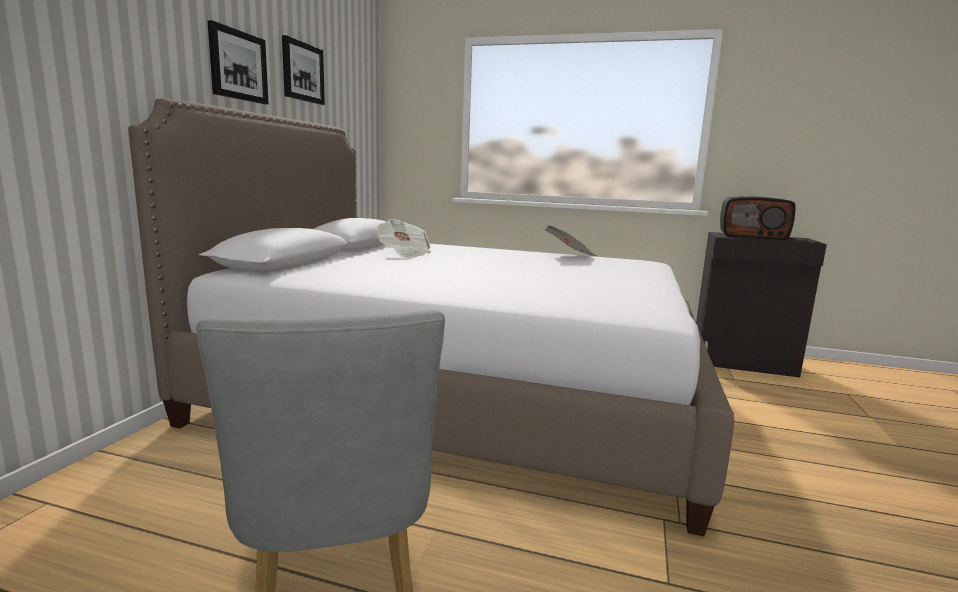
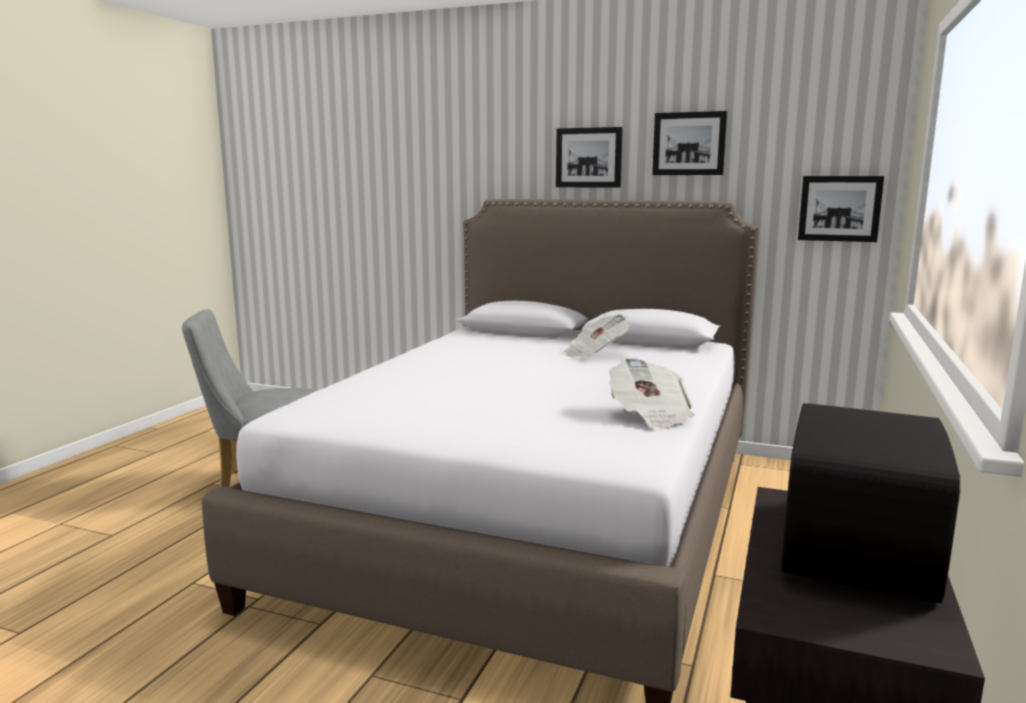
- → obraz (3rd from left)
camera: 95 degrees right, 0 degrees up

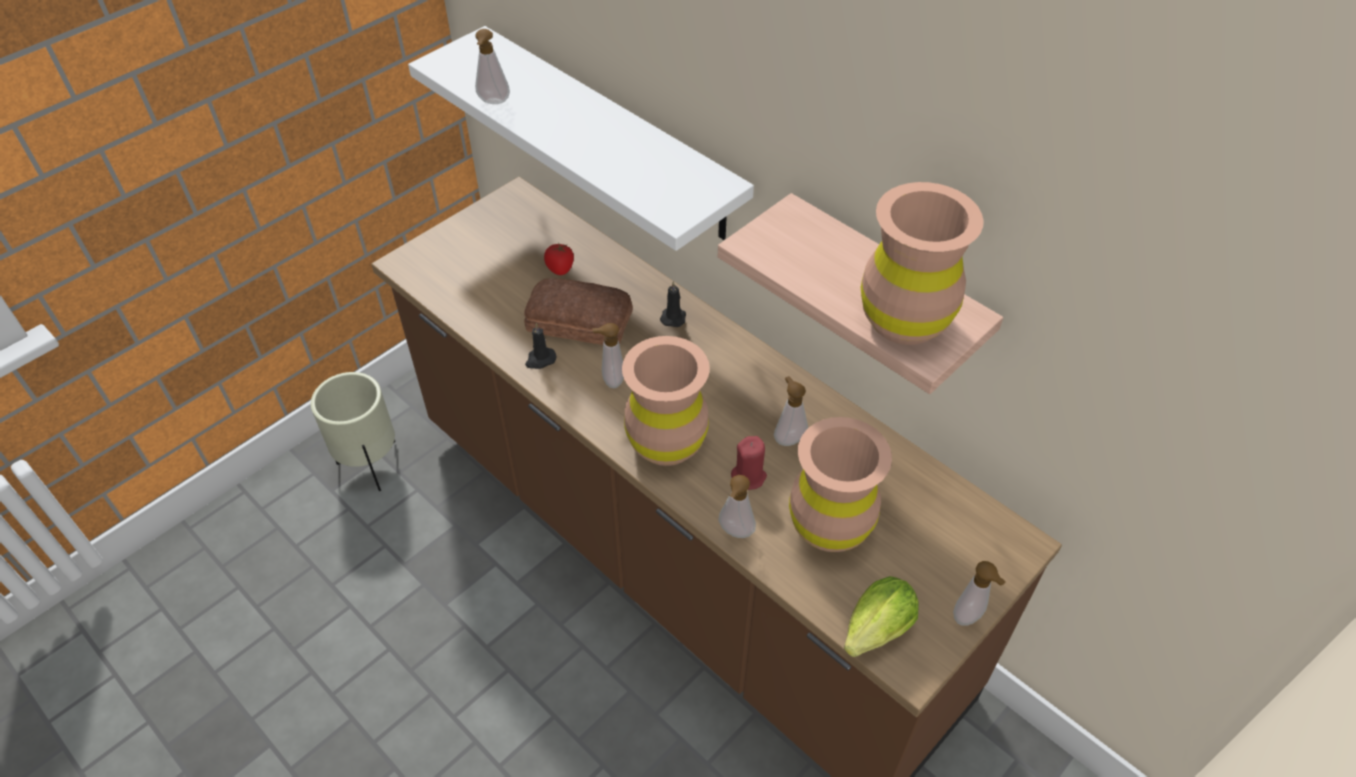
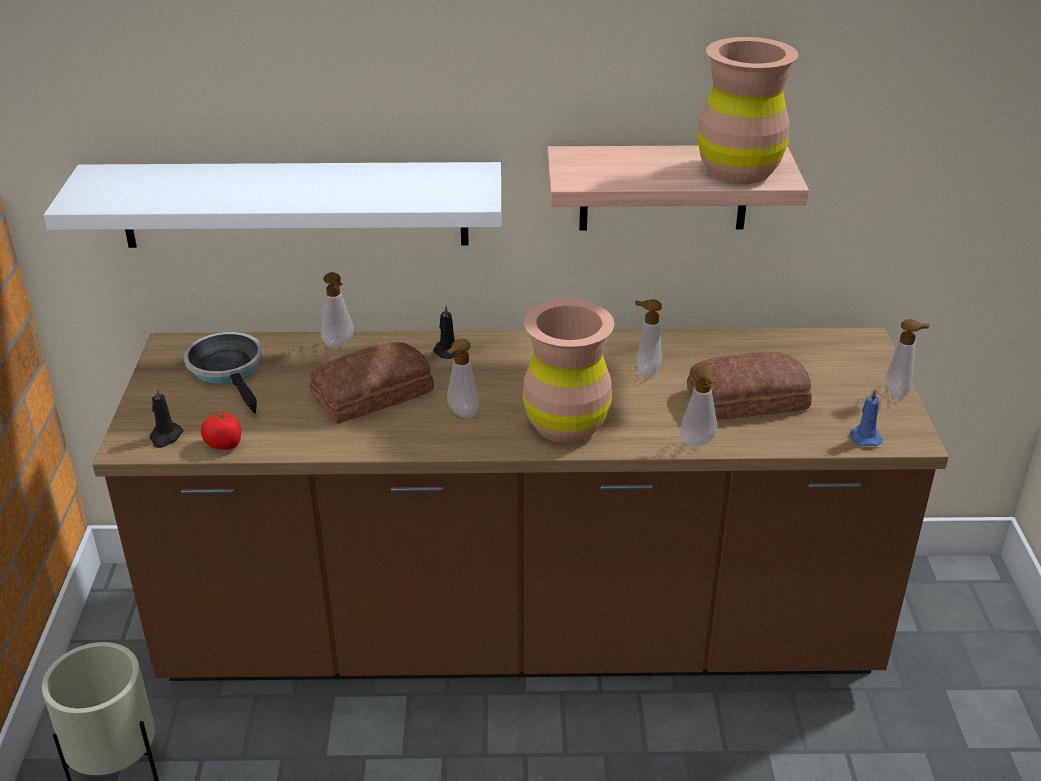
świeca/czerwony → -
- → patelnia
dozownik mydła (1st from left), move
świeca/czarny (1st from left), move
pomidor, move
wazon/brązowy (2nd from left) → chleb (2nd from left)
sałata → świeca/niebieski
camera: 45 degrees left, 15 degrees down

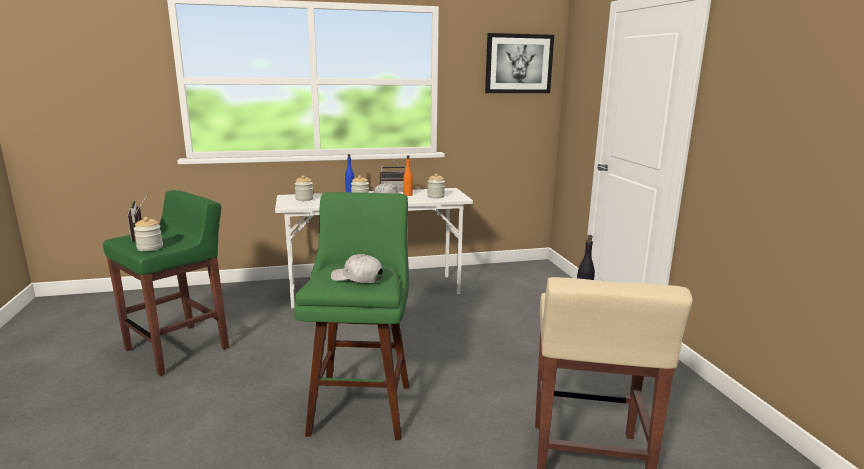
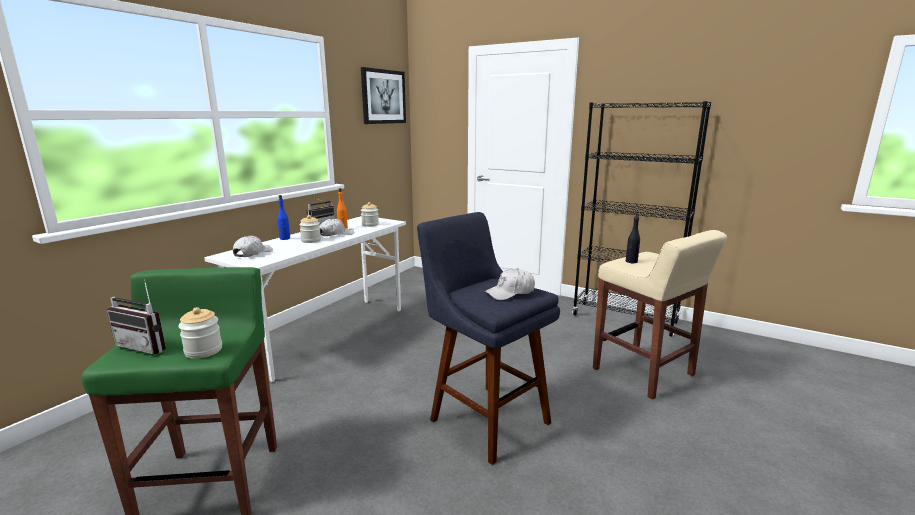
- → regał/czarny
słoik (2nd from left) → czapka z daszkiem/biały (1st from left)
stołek/zielony (2nd from left) → stołek/niebieski
camera: 45 degrees left, 0 degrees up

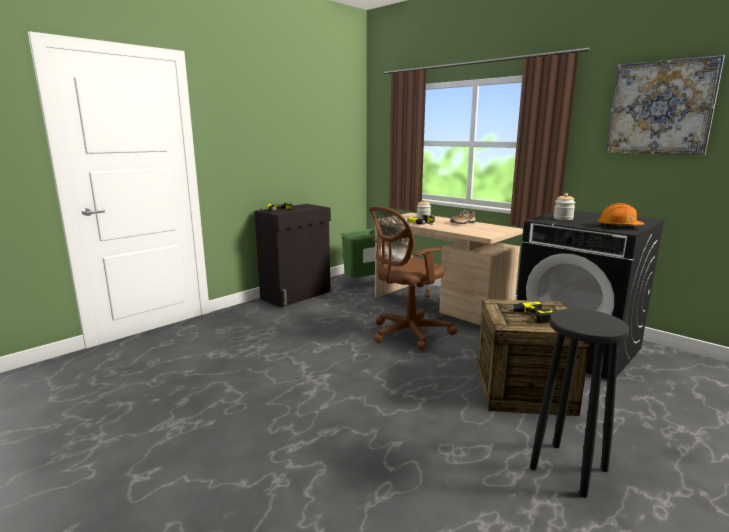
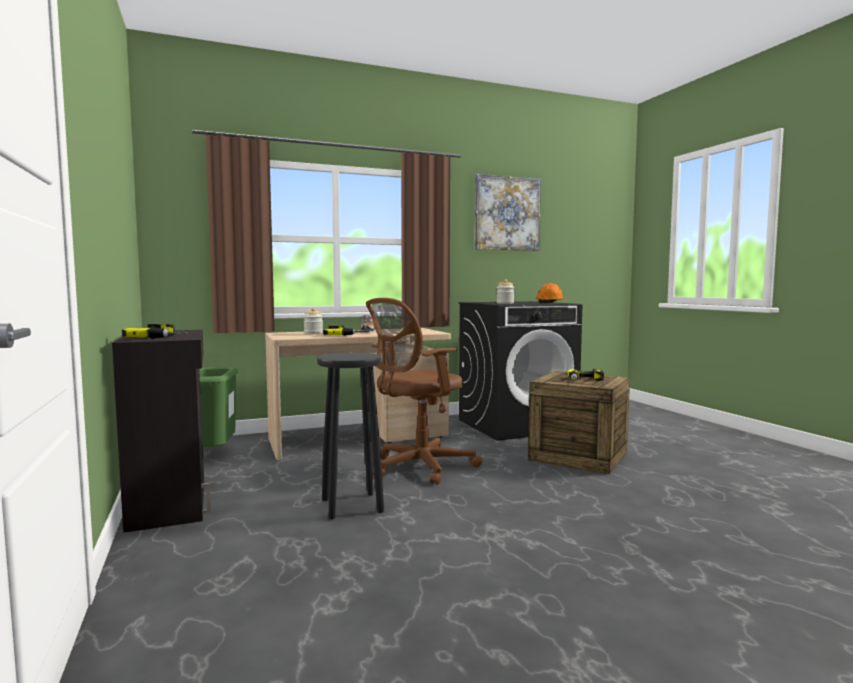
stołek/czarny, move
krzesło biurowe/brązowy, 60 degrees clockwise
camera: 65 degrees left, 10 degrees down

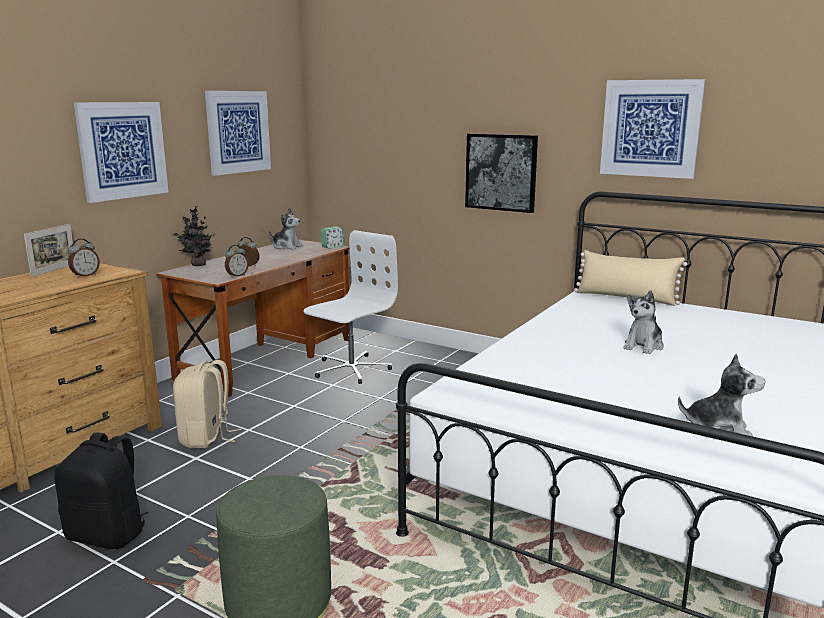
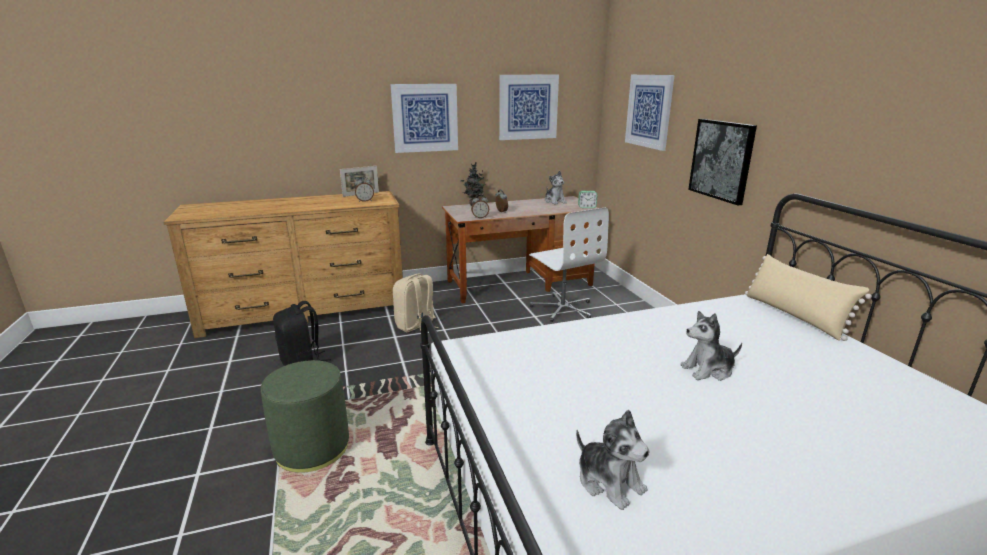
obraz (4th from left in the first image) → obraz (3rd from left), move
krzesło biurowe/biały, 75 degrees clockwise
camera: 40 degrees right, 5 degrees up

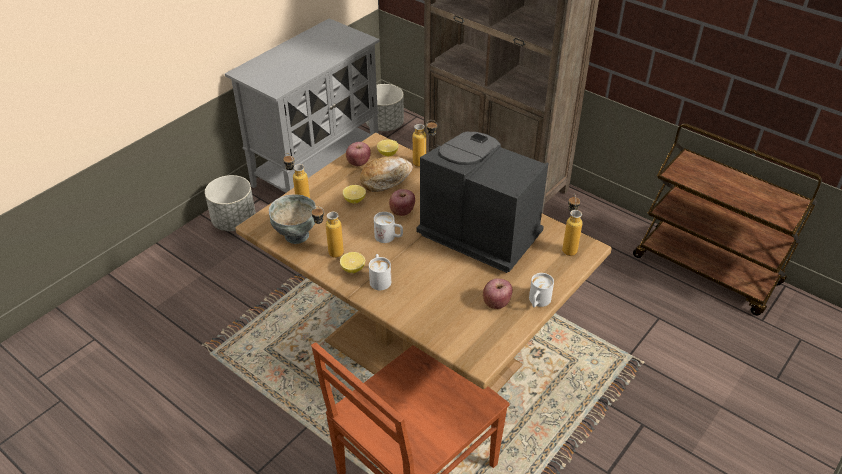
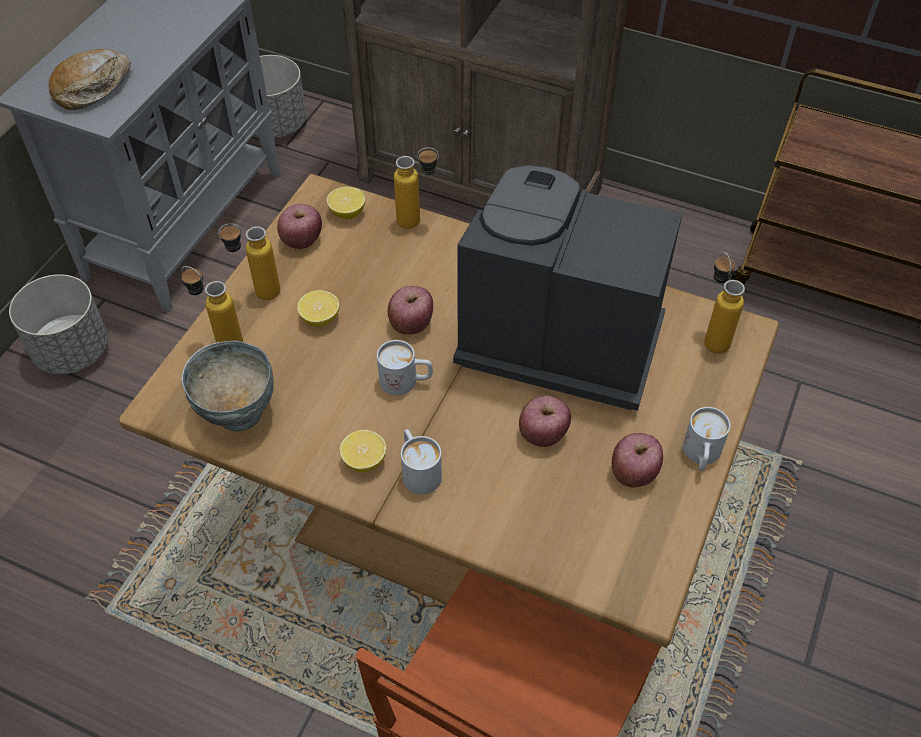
- → jabłko (3rd from left)
butelka (2nd from left), move
chleb, move
camera: 15 degrees left, 10 degrees up

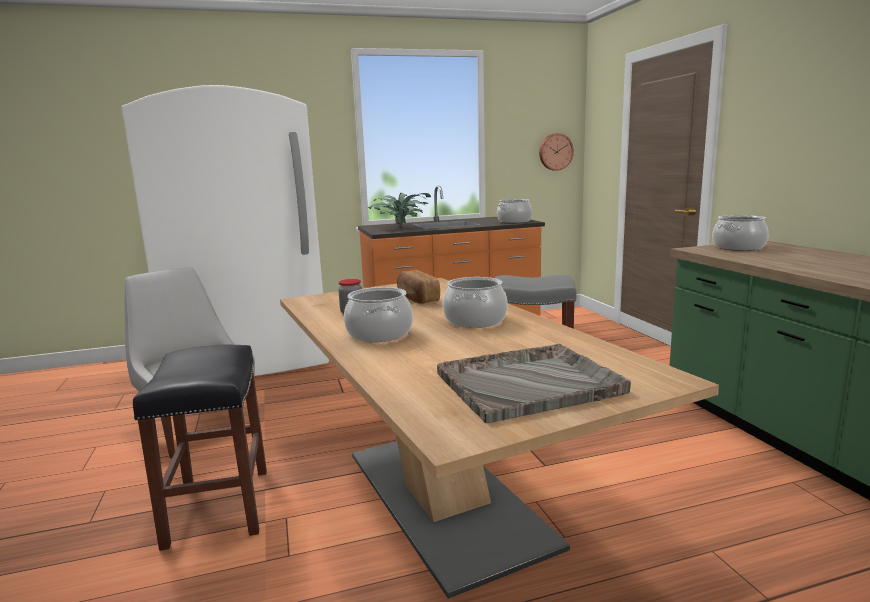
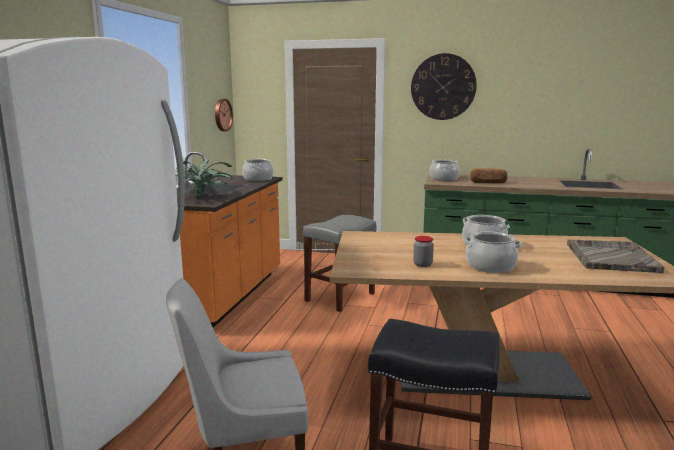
- → zegar ścienny (2nd from left)
chleb, move
camera: 60 degrees left, 0 degrees up

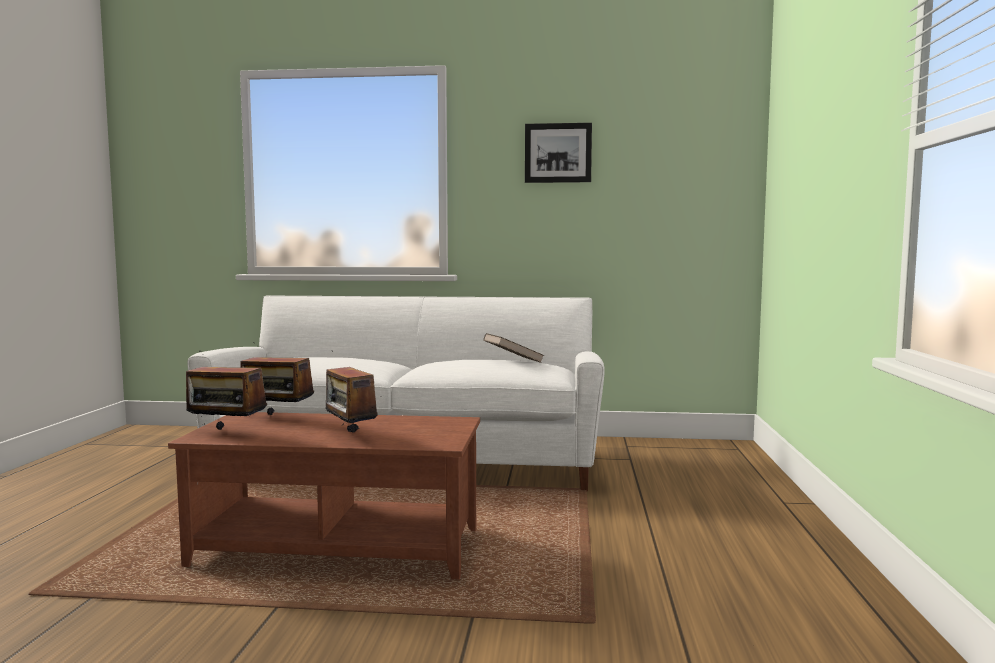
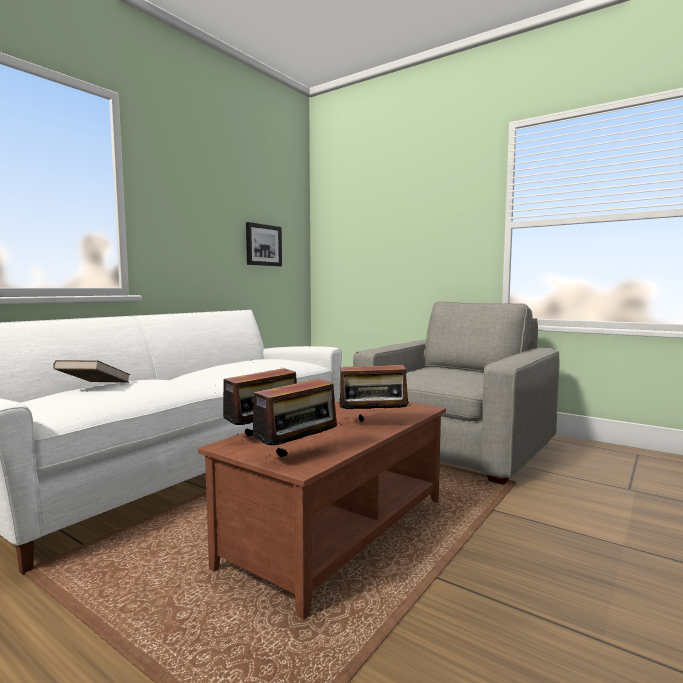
- → fotel/szary
książka/brązowy, move
obraz, move
camera: 60 degrees left, 0 degrees up

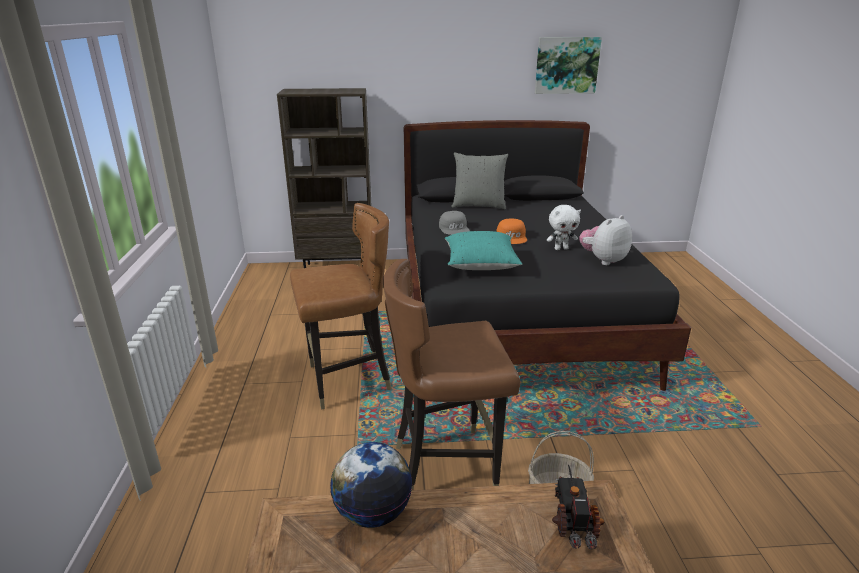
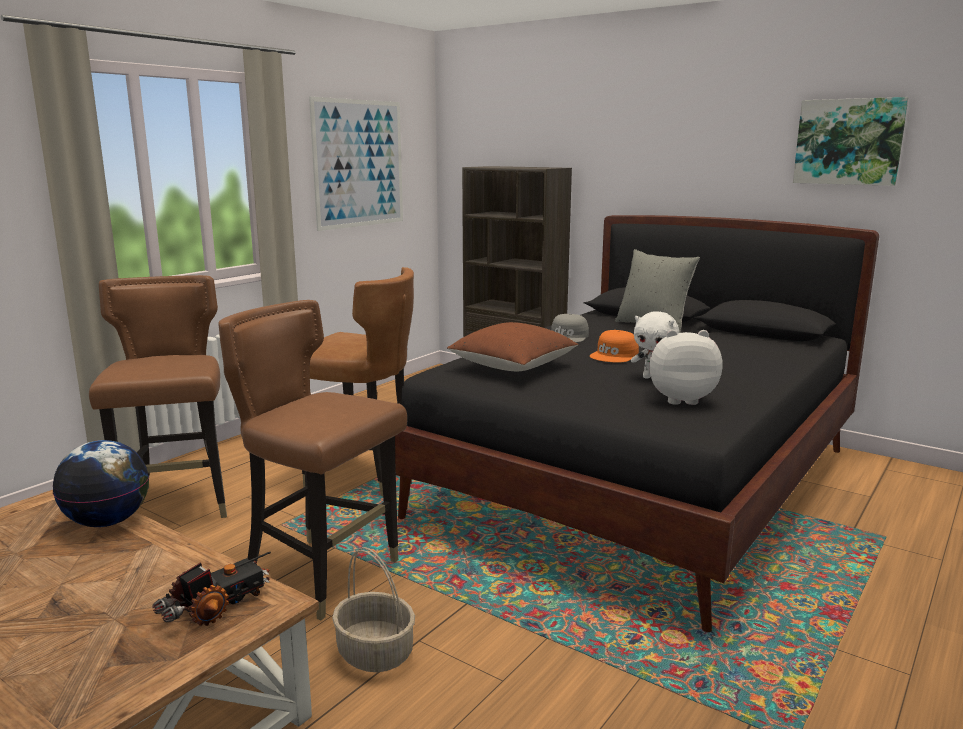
- → krzesło/brązowy (1st from left)
- → obraz (1st from left)
poduszka/turkusowy → poduszka/brązowy
camera: 40 degrees right, 10 degrees down

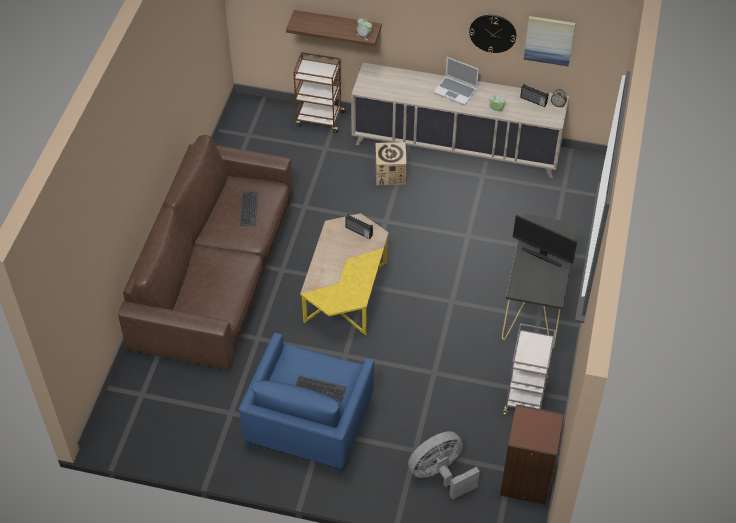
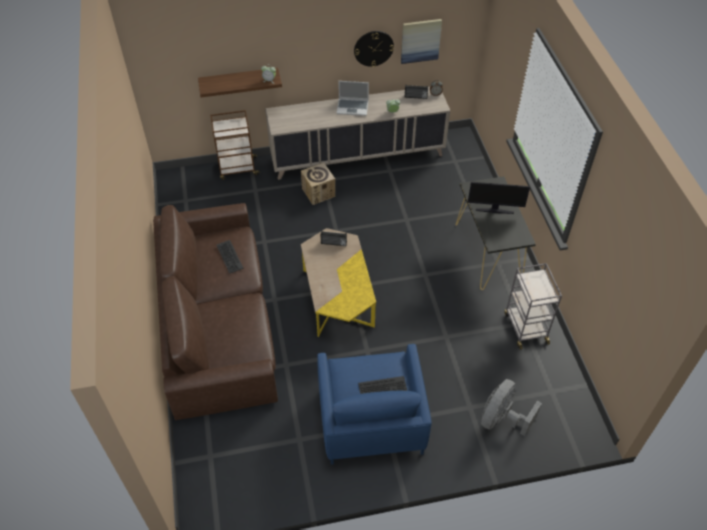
regał/brązowy → -
camera: 25 degrees left, 0 degrees up

